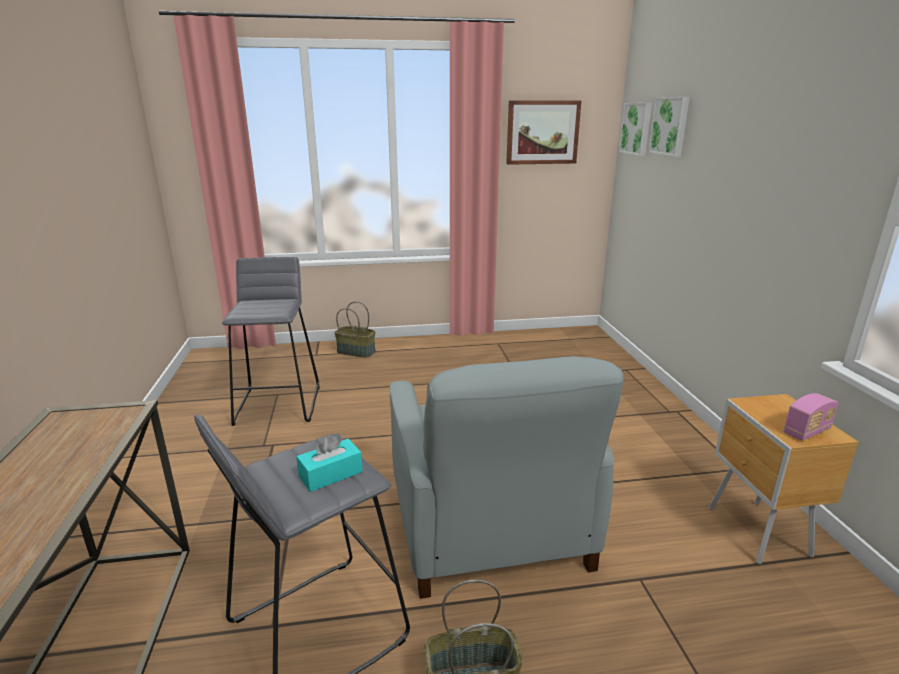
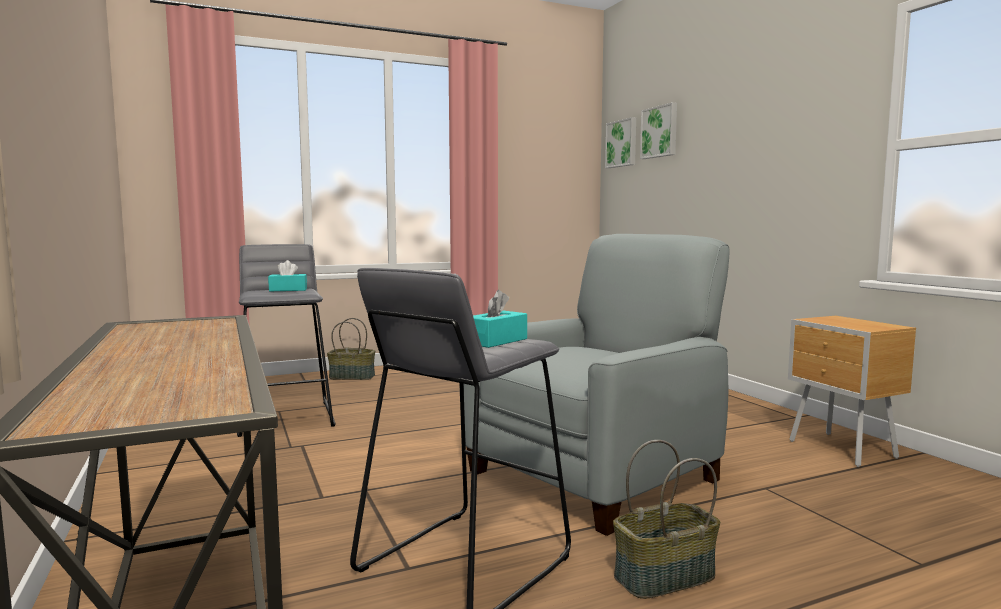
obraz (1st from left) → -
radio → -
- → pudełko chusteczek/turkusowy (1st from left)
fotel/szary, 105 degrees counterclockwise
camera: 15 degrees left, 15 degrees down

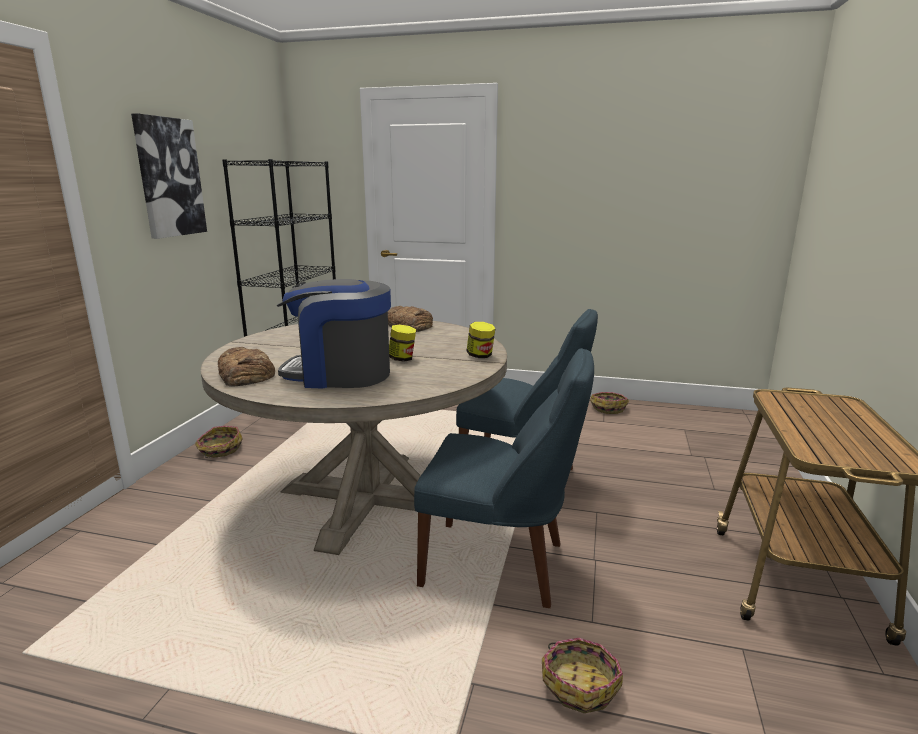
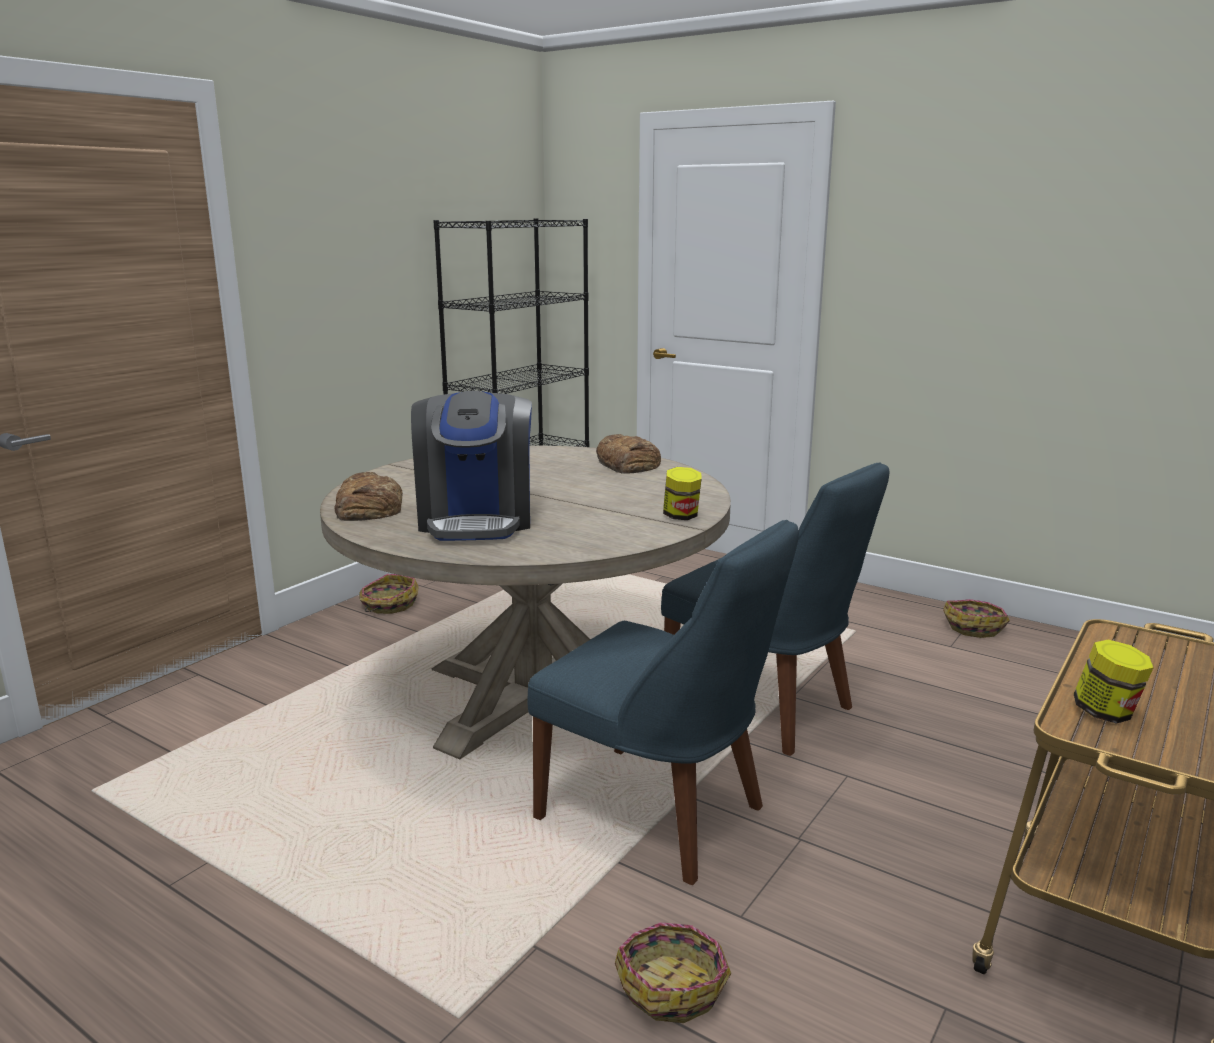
obraz → -
słoik (1st from left in the first image) → słoik (2nd from left), move
ekspres do kawy, 120 degrees counterclockwise
camera: 20 degrees right, 0 degrees up

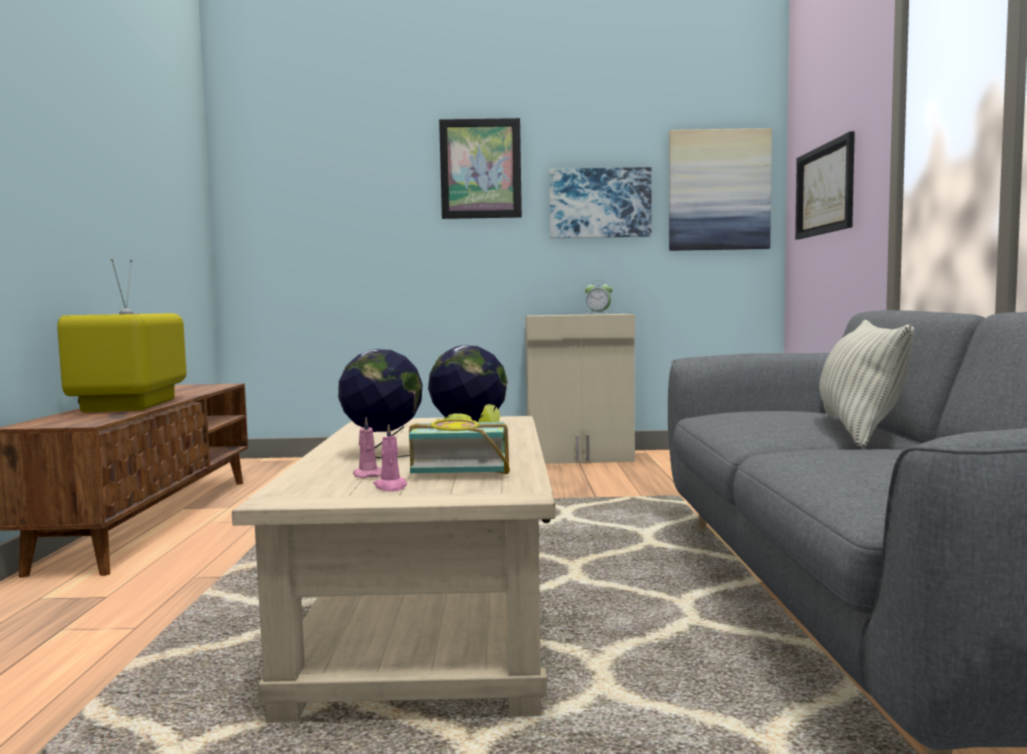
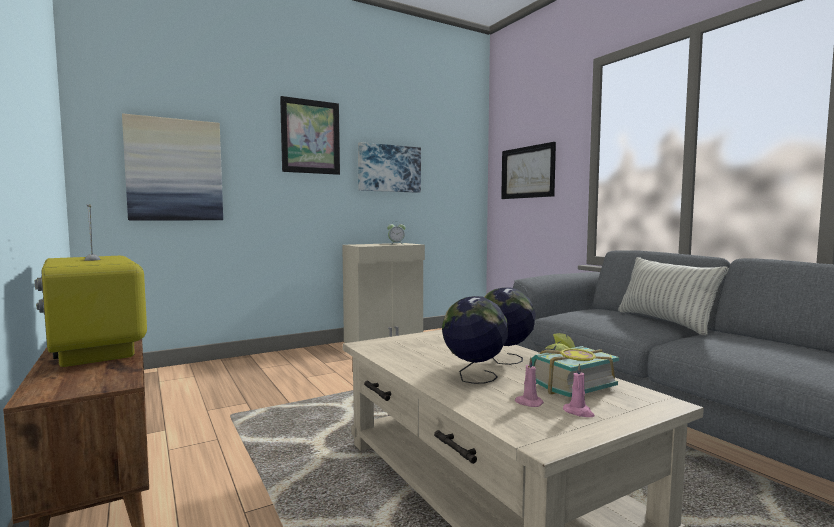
obraz (3rd from left in the first image) → obraz (1st from left), move
camera: 30 degrees left, 0 degrees up

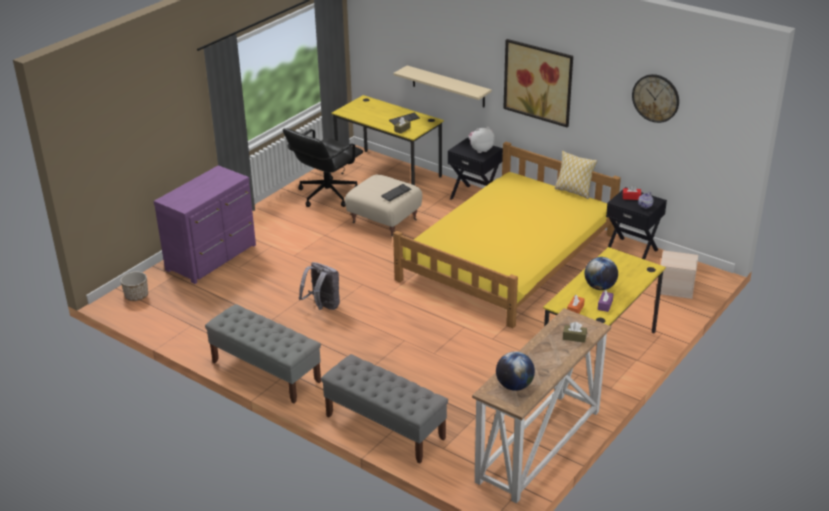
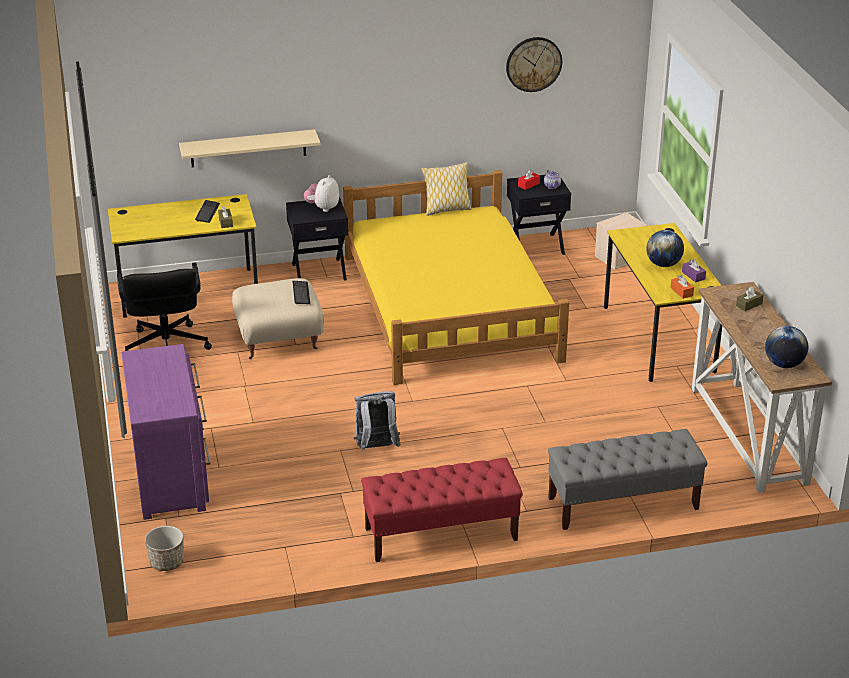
obraz → -
ławka/szary (1st from left) → ławka/czerwony
camera: 50 degrees left, 0 degrees up

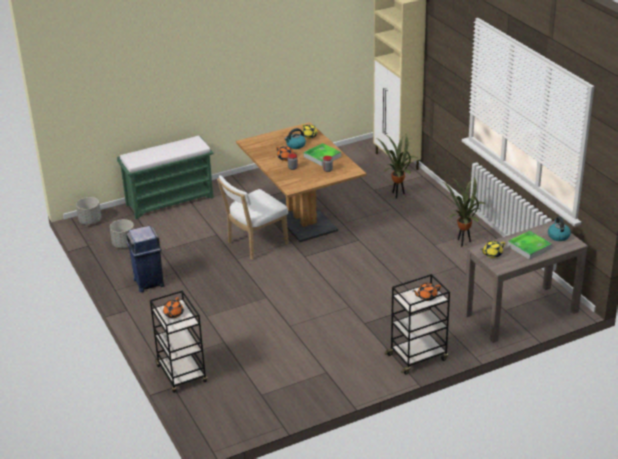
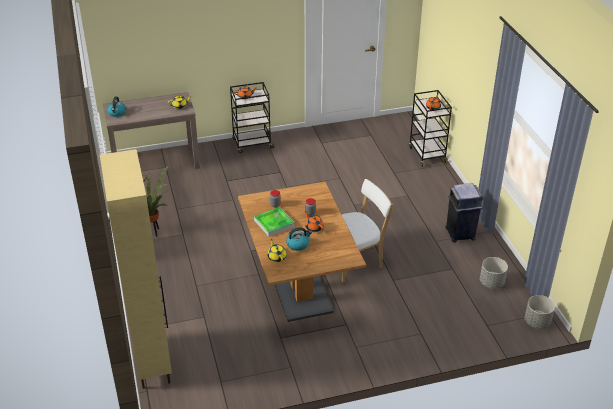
ławka/zielony → -
roślina doniczkowa (1st from left) → -
taca (2nd from left) → -
camera: 170 degrees left, 5 degrees up

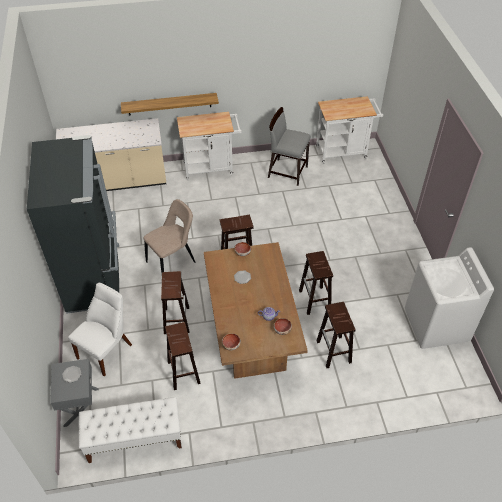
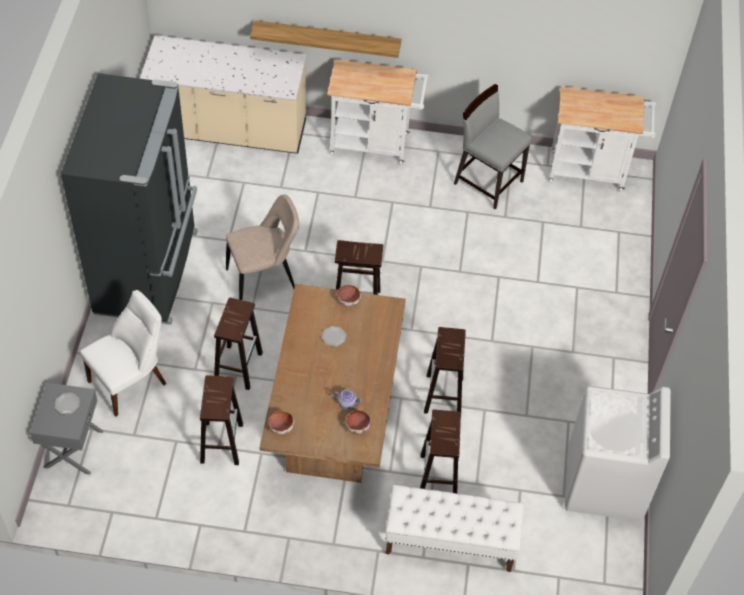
ławka/biały, move
camera: 15 degrees right, 5 degrees up

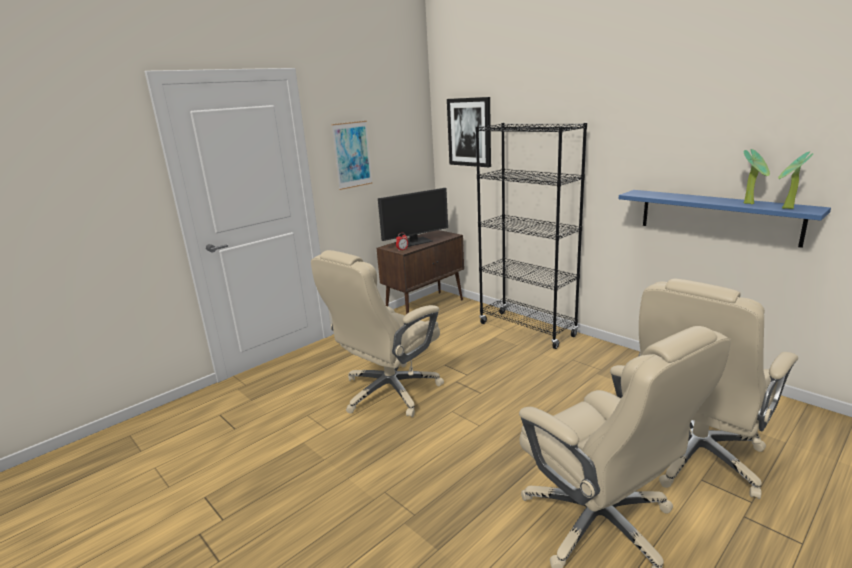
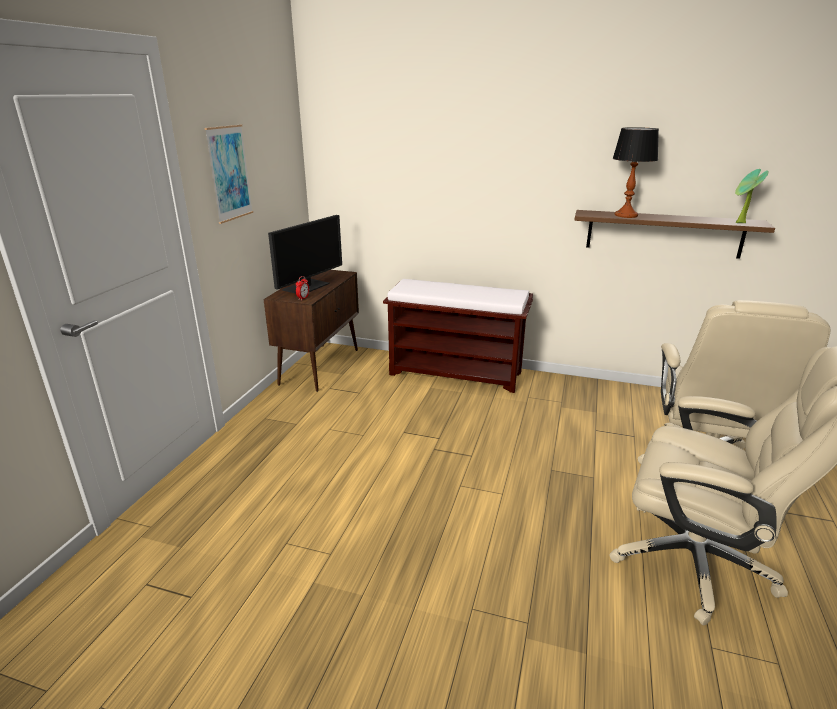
krzesło biurowe/beżowy (1st from left) → -
obraz (2nd from left) → -
roślina doniczkowa (1st from left) → -
- → lampa stołowa
regał/czarny → ławka/brązowy
półka/niebieski → półka/brązowy
camera: 30 degrees left, 5 degrees up

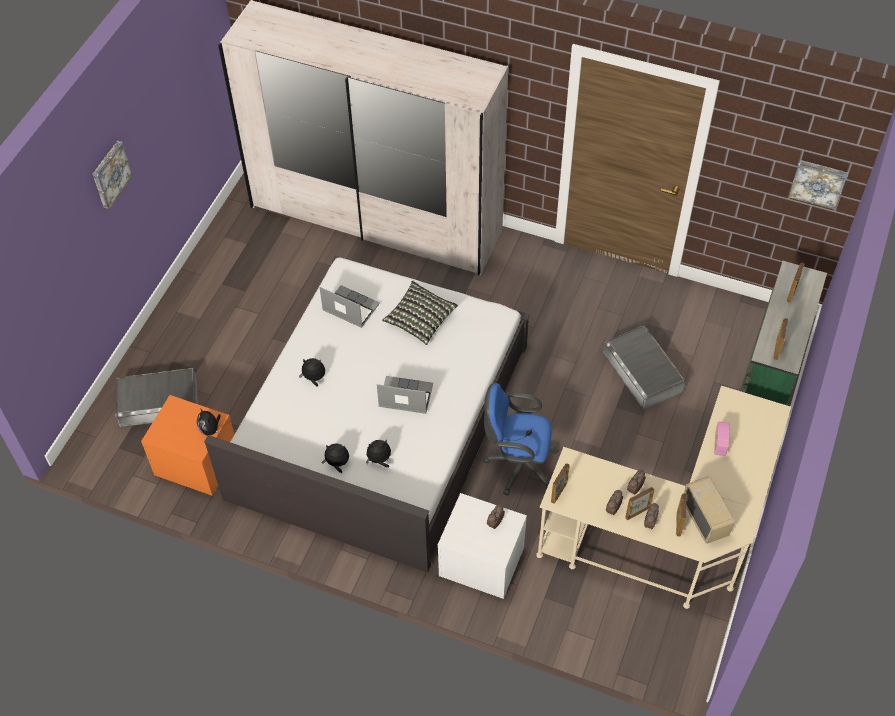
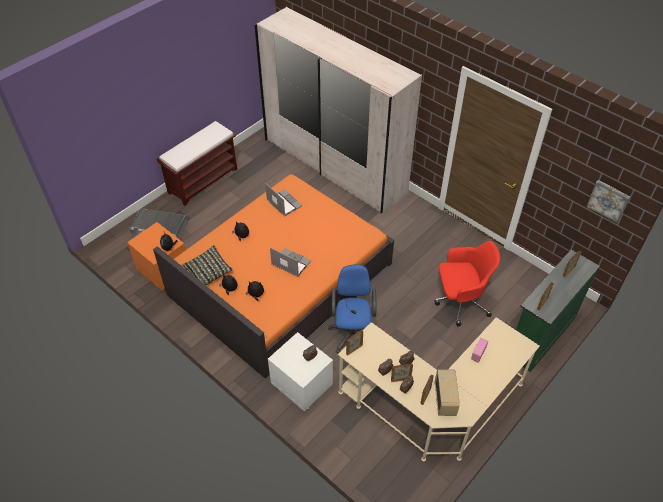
obraz (1st from left) → -
- → ławka/brązowy
poduszka, move
pojemnik do przechowywania/szary (2nd from left) → krzesło biurowe/czerwony
łóżko/biały → łóżko/pomarańczowy
krzesło biurowe/niebieski, 60 degrees clockwise
camera: 20 degrees right, 5 degrees down

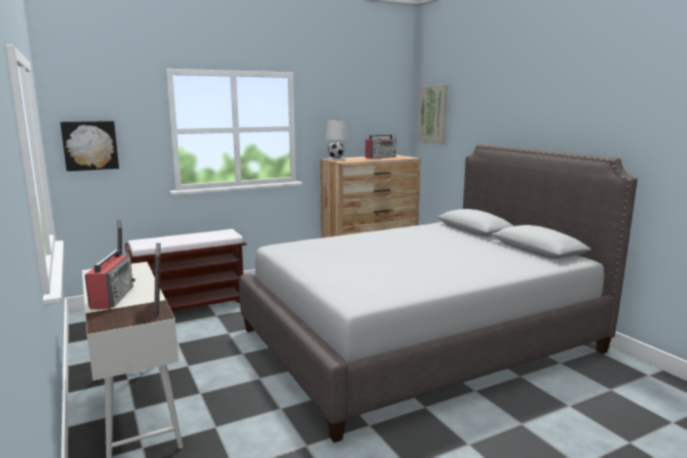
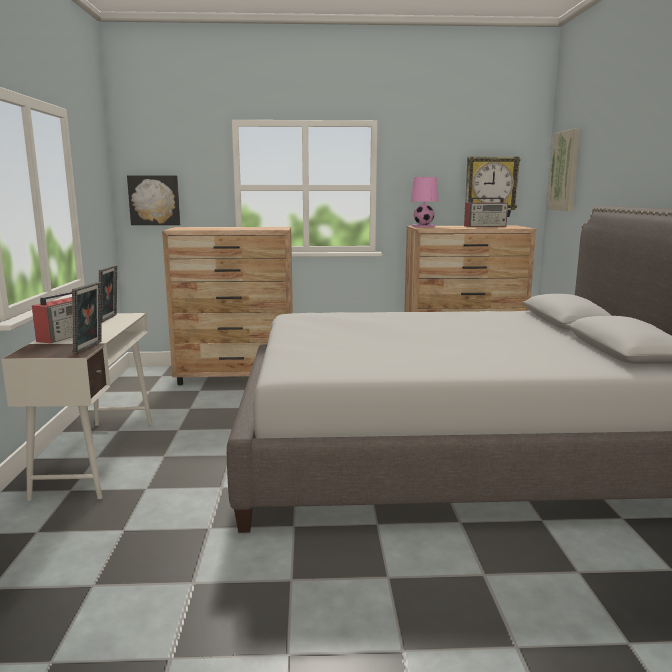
- → zegar ścienny
ławka/brązowy → komoda/brązowy (1st from left)
lampa stołowa/biały → lampa stołowa/różowy
camera: 25 degrees right, 0 degrees up

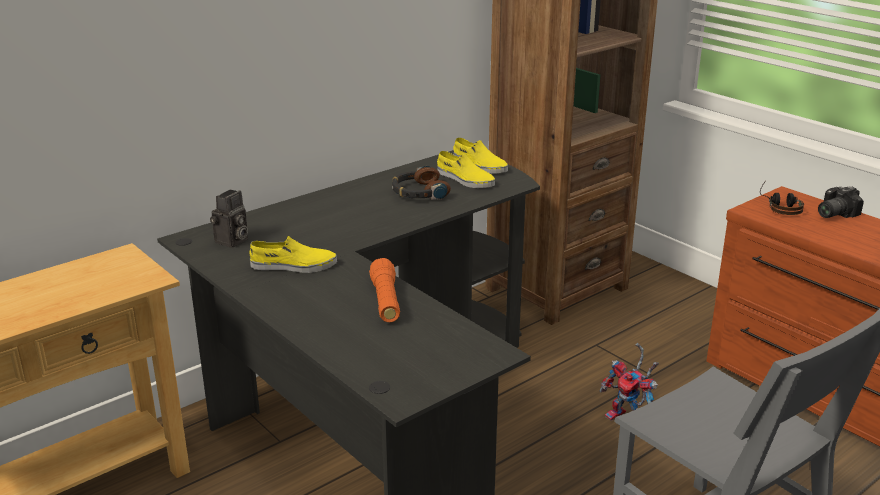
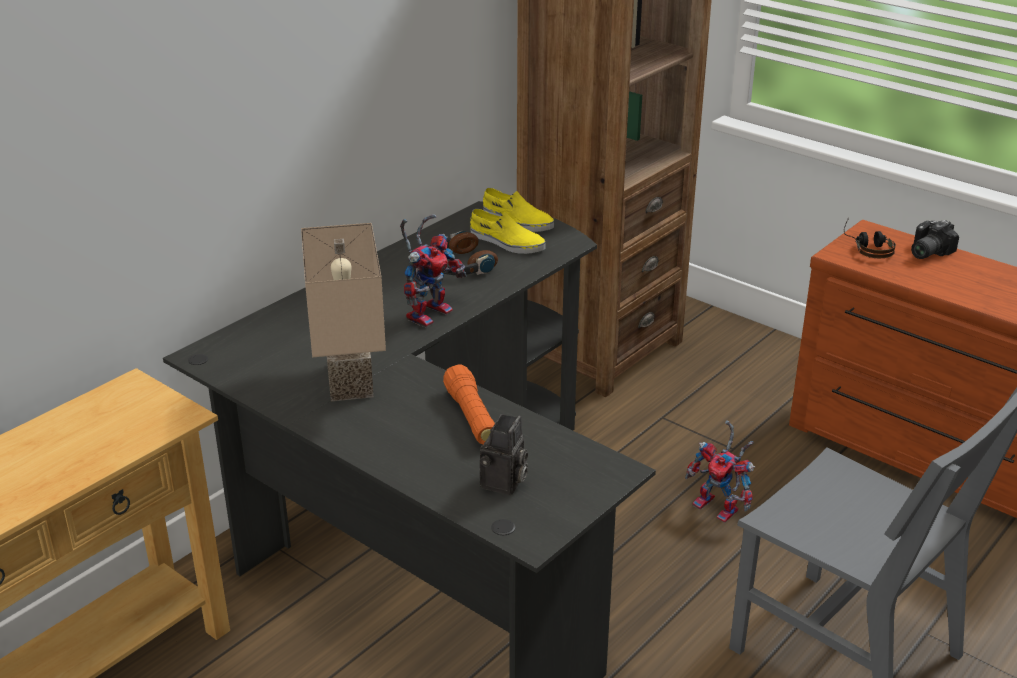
- → robot zabawkowy (1st from left)
aparat fotograficzny (1st from left), move
but/żółty (1st from left) → lampa stołowa/beżowy
camera: 10 degrees left, 5 degrees up

